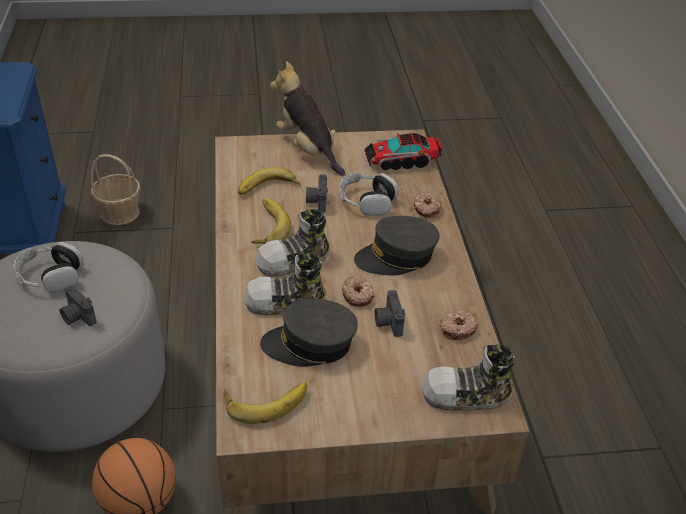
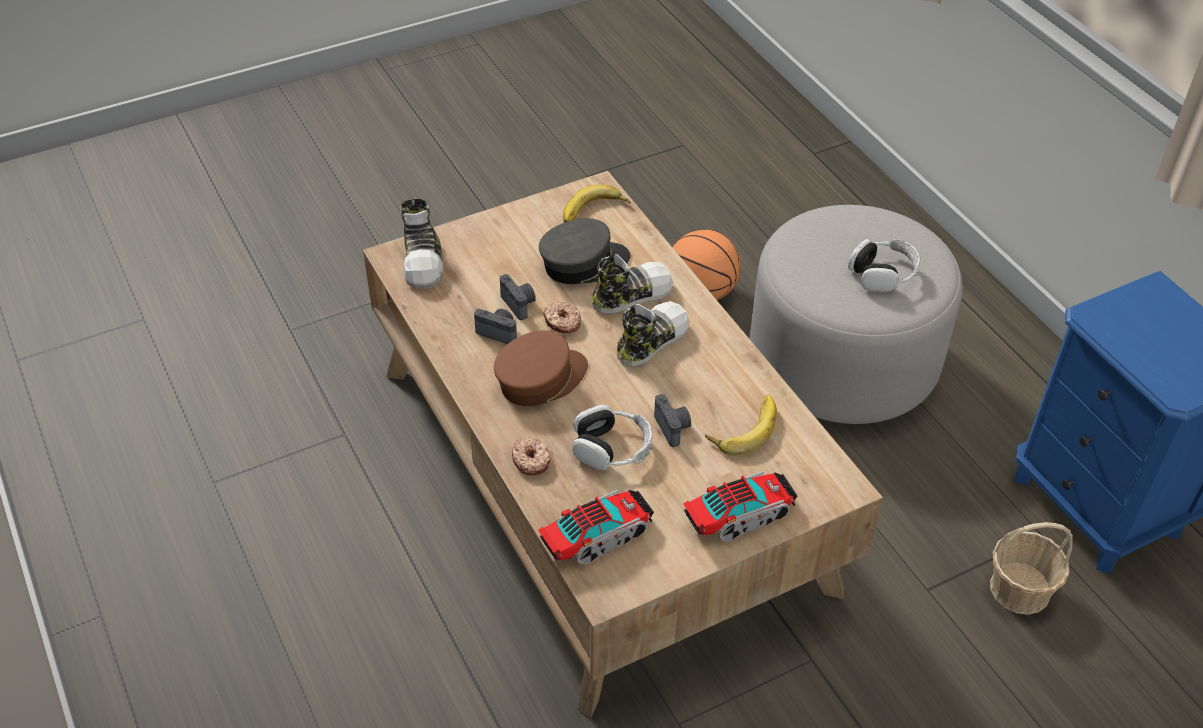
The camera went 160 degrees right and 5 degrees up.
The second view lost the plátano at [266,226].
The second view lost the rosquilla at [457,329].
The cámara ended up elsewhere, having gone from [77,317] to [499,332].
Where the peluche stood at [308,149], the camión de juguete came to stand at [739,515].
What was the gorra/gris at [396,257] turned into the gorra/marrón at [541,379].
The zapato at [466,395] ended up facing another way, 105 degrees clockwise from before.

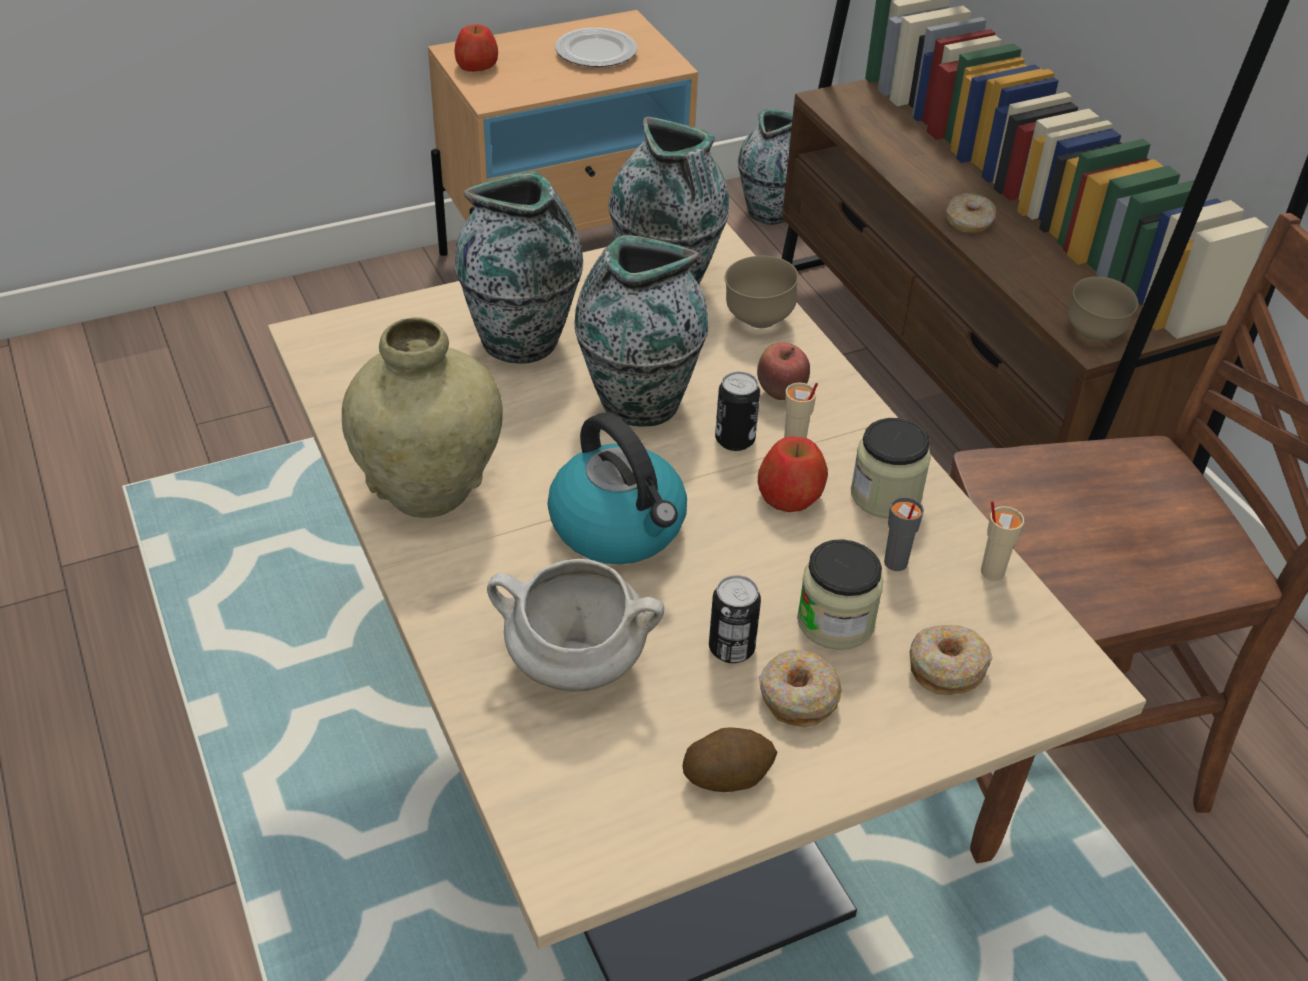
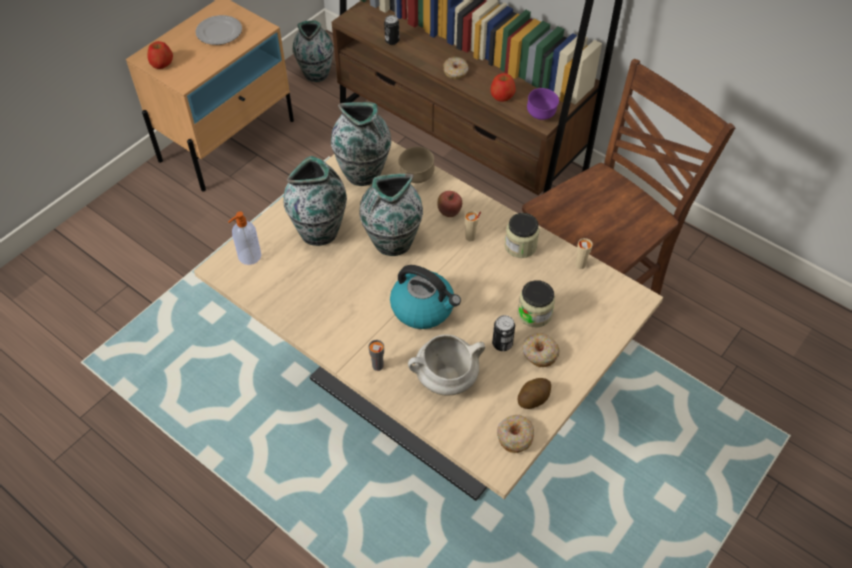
The camera went 25 degrees left and 10 degrees up.
The second view lost the florero/beis at [430,490].
The second view gained the dispensador de jabón at [249,256].
The lata ended up elsewhere, having gone from [735,440] to [392,41].
The manzana ended up elsewhere, having gone from [790,496] to [502,95].
The taza/gris ended up elsewhere, having gone from [895,563] to [377,366].
The rosquilla ended up elsewhere, having gone from [946,668] to [514,436].
What was the cuenco/marrón at [1093,335] turned into the cuenco/morado at [541,116].

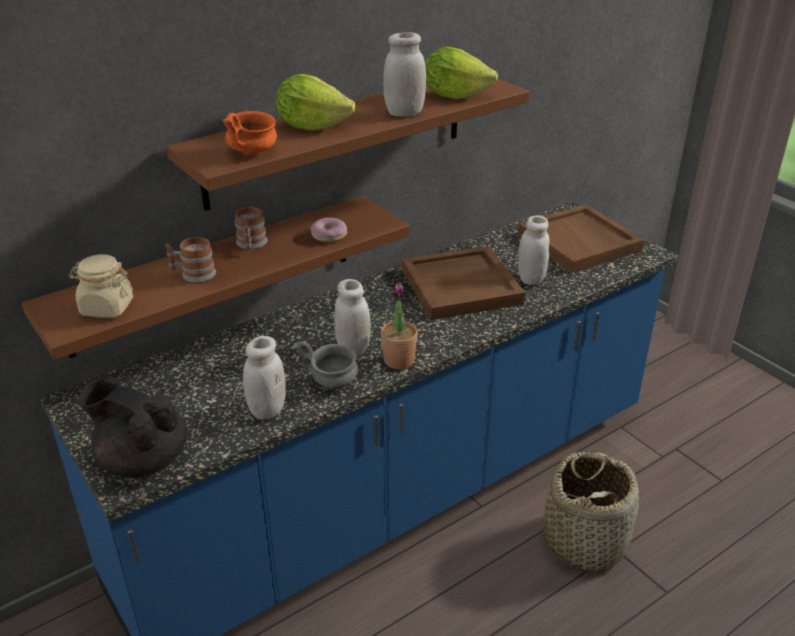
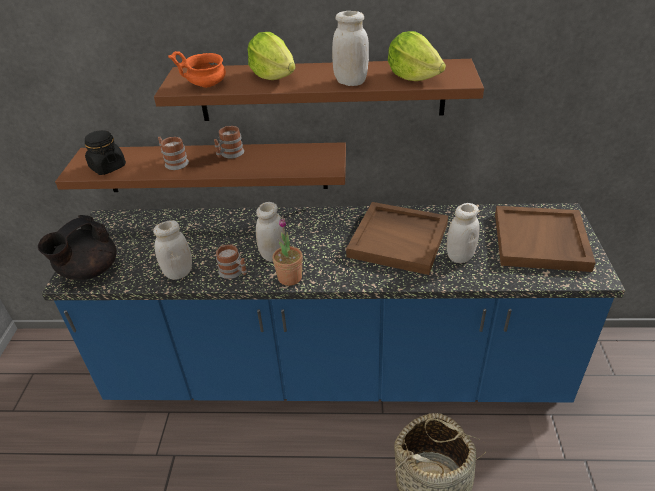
The camera went 40 degrees right and 5 degrees up.
The second view lost the rosquilla at [329,235].
Where the cuenco/gris stood at [332,381], the taza grande came to stand at [234,272].
What was the tarro/beis at [106,307] turned into the tarro/negro at [107,167].
The tetera/negro at [142,459] ended up facing another way, 120 degrees counterclockwise from before.

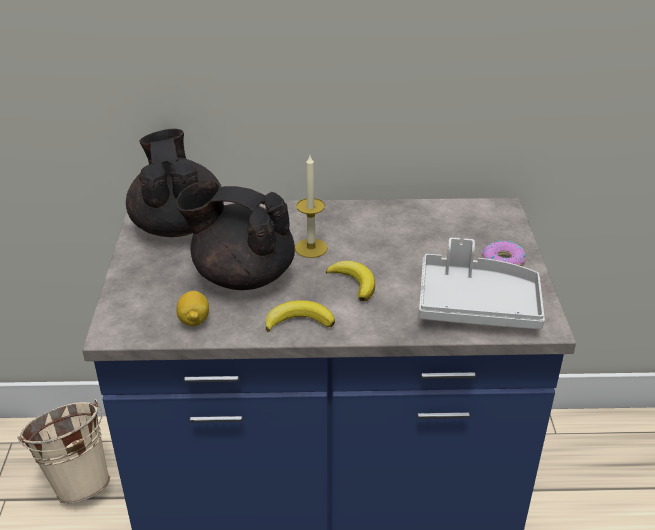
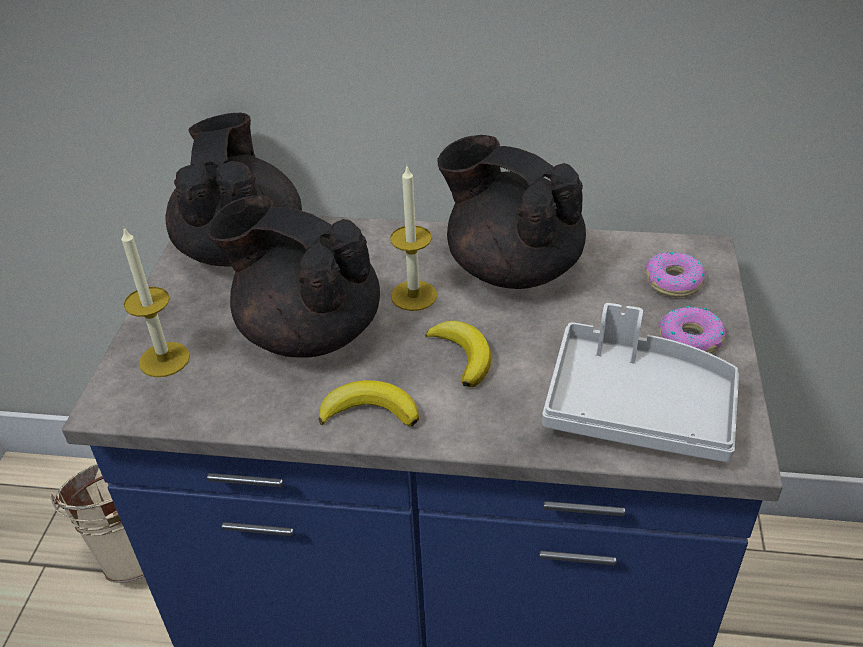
The camera went 10 degrees right and 5 degrees up.
The second view lost the limón at [194,320].
The second view gained the vela at [164,359].
The second view gained the tetera/negro at [511,267].
The second view gained the rosquilla at [673,281].

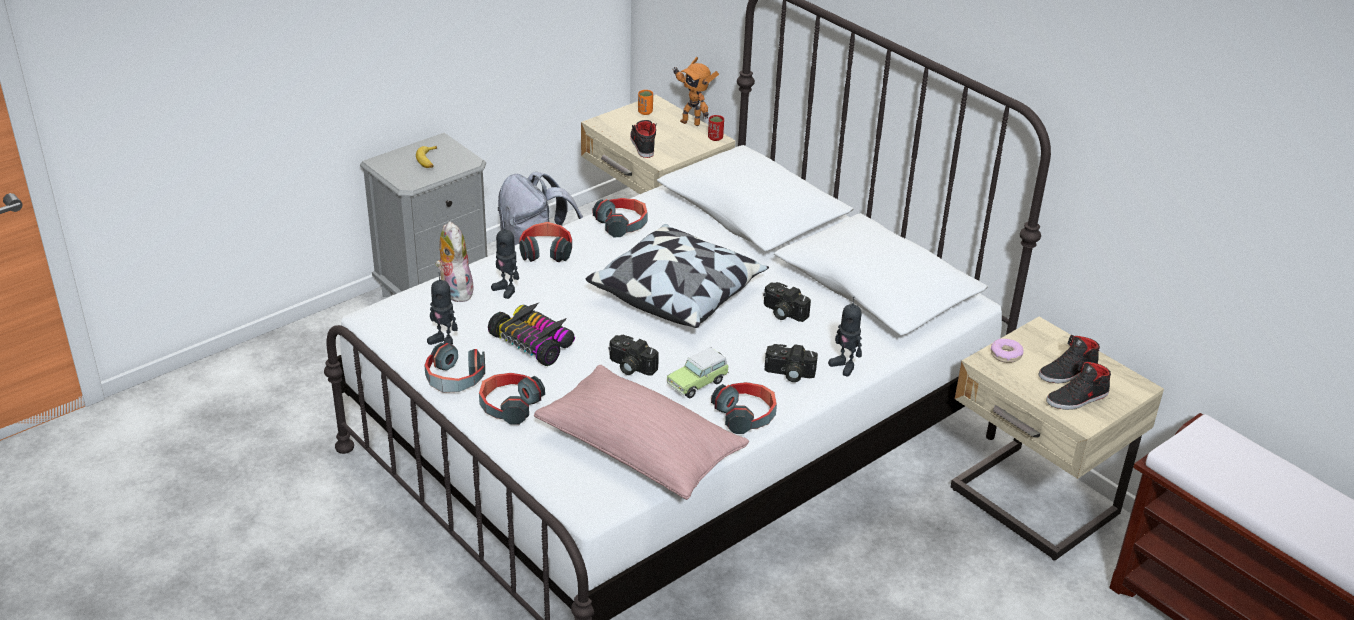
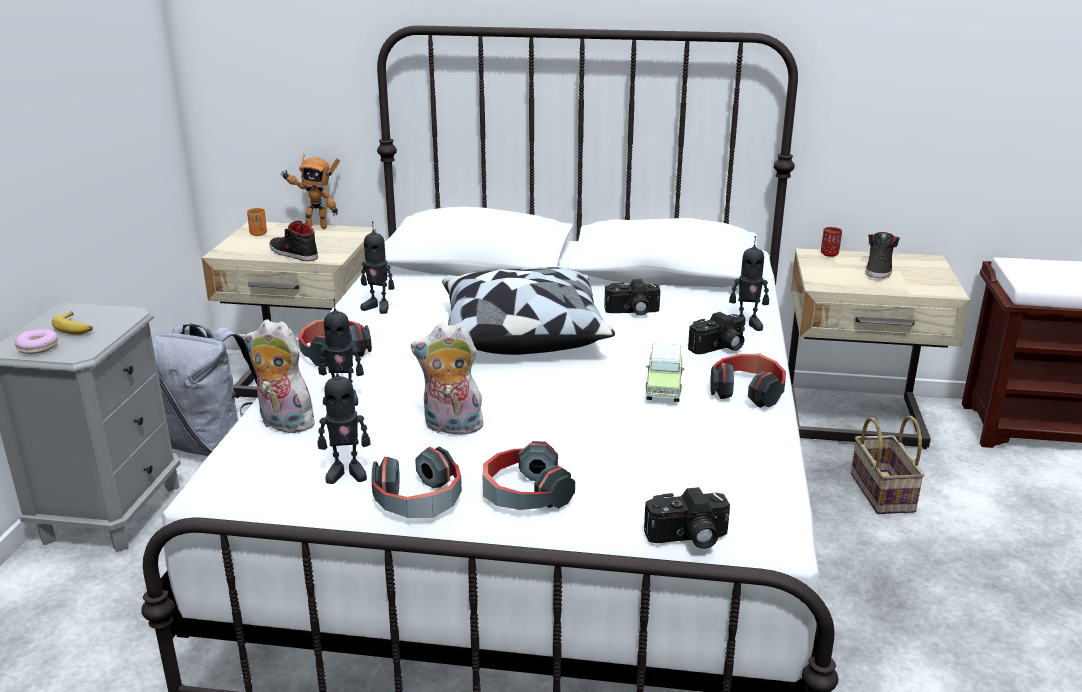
The camera went 40 degrees left and 10 degrees down.
The second view lost the cojín/rosa at [640,450].
The second view lost the zapato/negro at [1077,399].
The second view gained the cesta at [879,491].
The cámara ended up elsewhere, having gone from [630,367] to [688,538].
The taza/rojo ended up elsewhere, having gone from [715,138] to [829,254].
The rosquilla ended up elsewhere, having gone from [1006,355] to [38,347].
Where the coche de juguete stood at [534,342], the peluche came to stand at [451,427].
Where the auriculares stood at [622,225], the robot de juguete came to stand at [378,307].

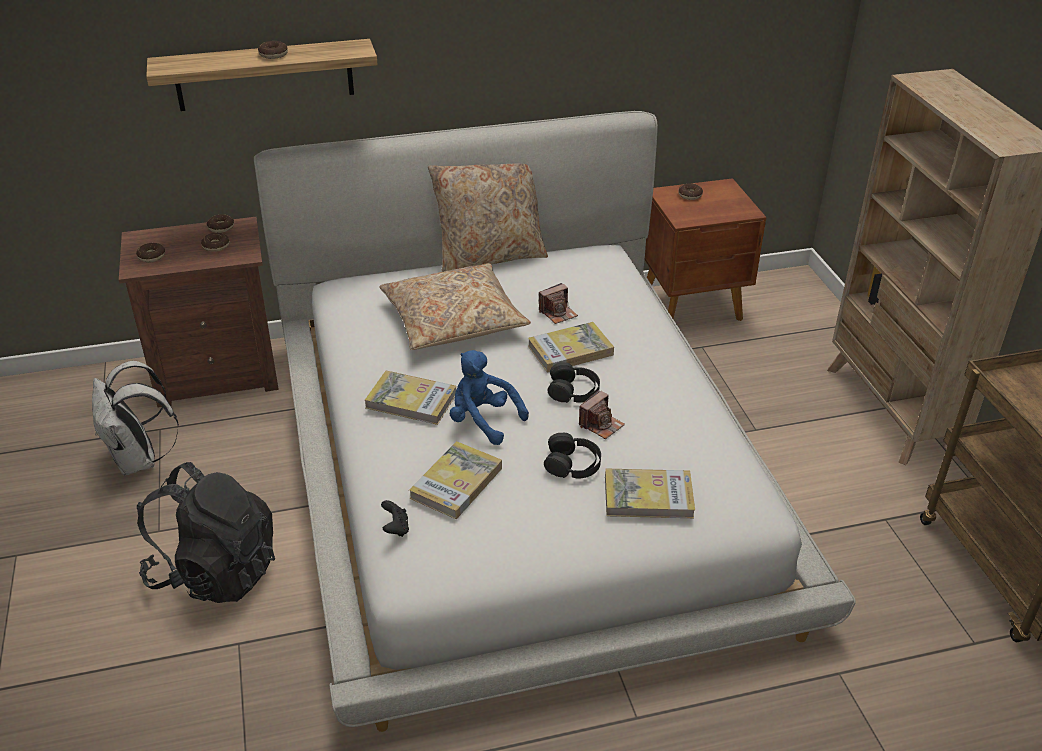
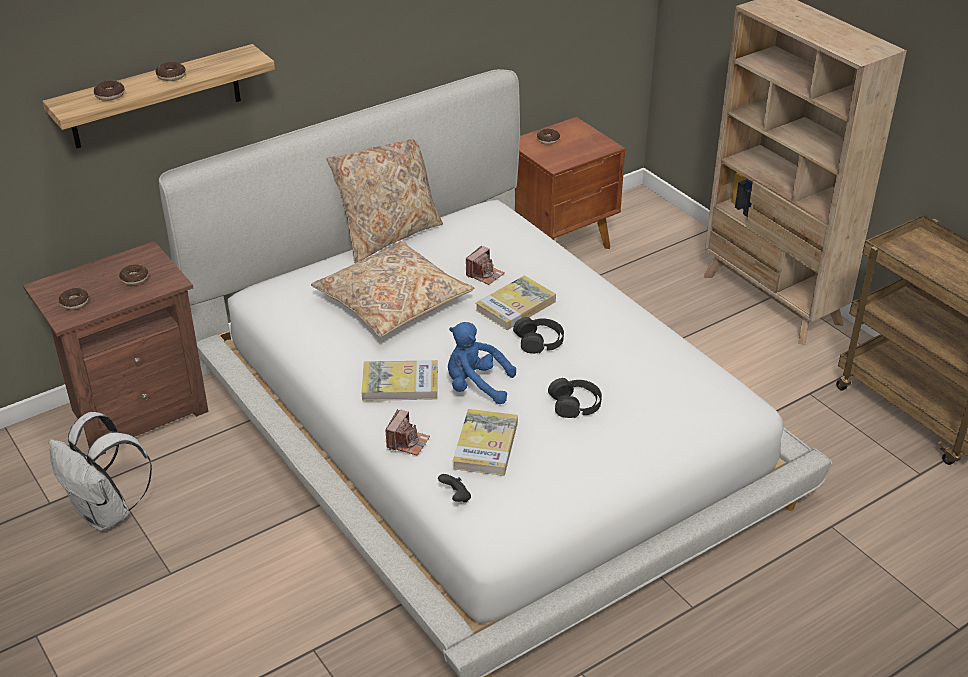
The camera went 20 degrees left and 0 degrees up.
The second view lost the mochila/negro at [215,572].
The second view lost the libro at [648,497].
The rosquilla ended up elsewhere, having gone from [221,227] to [110,95].
The cámara ended up elsewhere, having gone from [601,425] to [407,442].

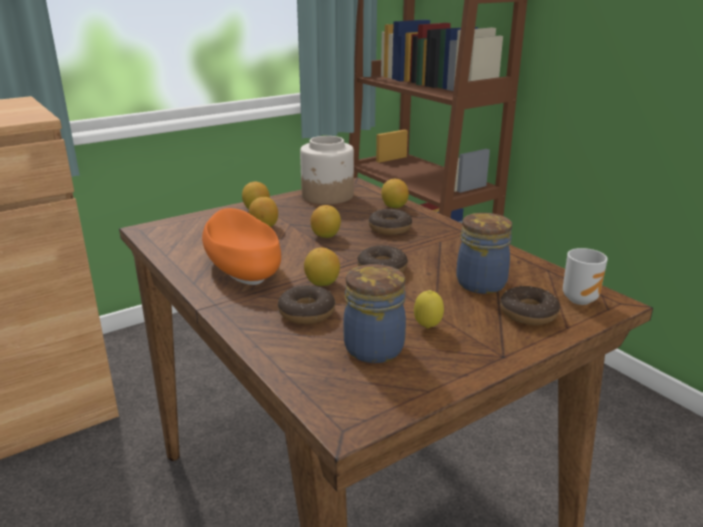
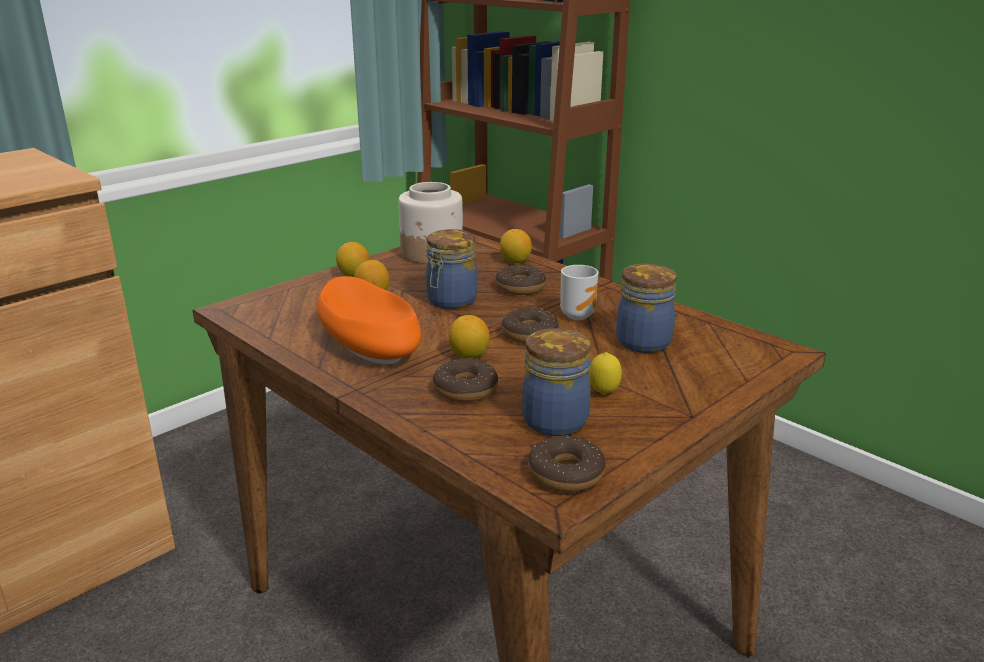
The camera went 10 degrees left and 0 degrees up.
The rosquilla ended up elsewhere, having gone from [528,313] to [566,474].
The taza grande ended up elsewhere, having gone from [580,298] to [578,315].
Where the limón stood at [326,236], the tarro came to stand at [450,301].

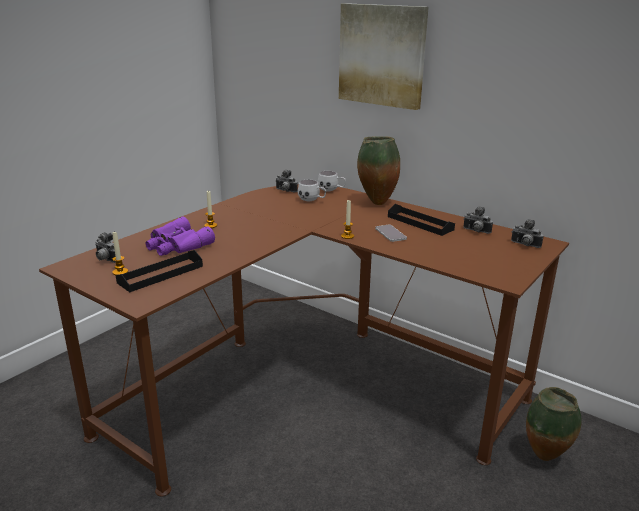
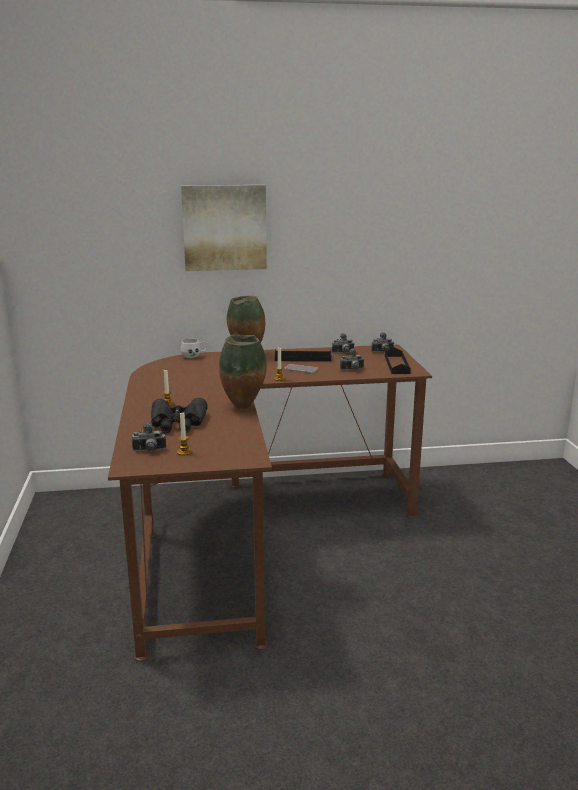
The camera went 45 degrees left and 5 degrees down.
The second view lost the taza grande/blanco at [312,200].
The bandeja/negro ended up elsewhere, having gone from [161,274] to [397,364].
The cámara ended up elsewhere, having gone from [285,191] to [352,370].
The florero ended up elsewhere, having gone from [545,458] to [244,407].
What was the prismáticos/morado at [176,245] turned into the prismáticos/negro at [178,423].

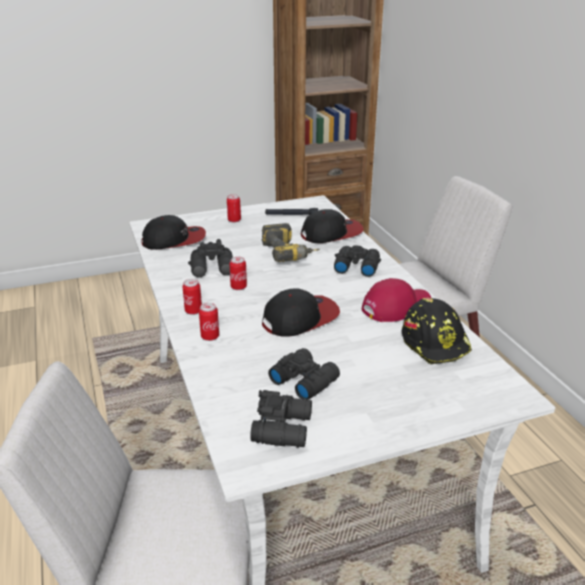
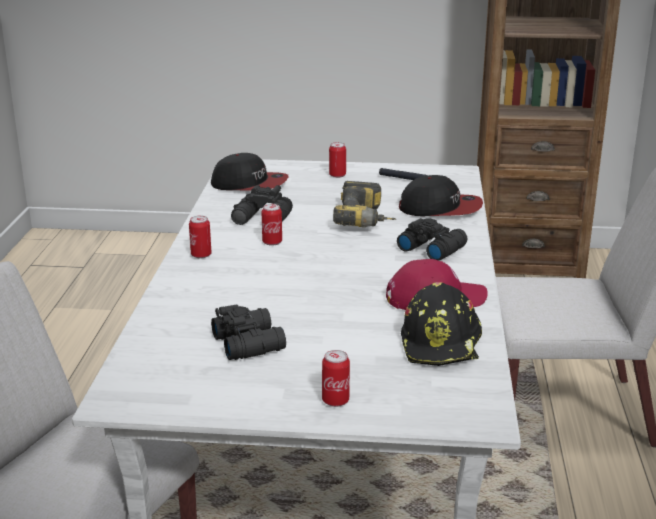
The camera went 25 degrees right and 5 degrees down.
The second view lost the prismáticos/negro at [284,428].
The second view lost the gorra at [300,318].
The lata ended up elsewhere, having gone from [210,337] to [335,401].

